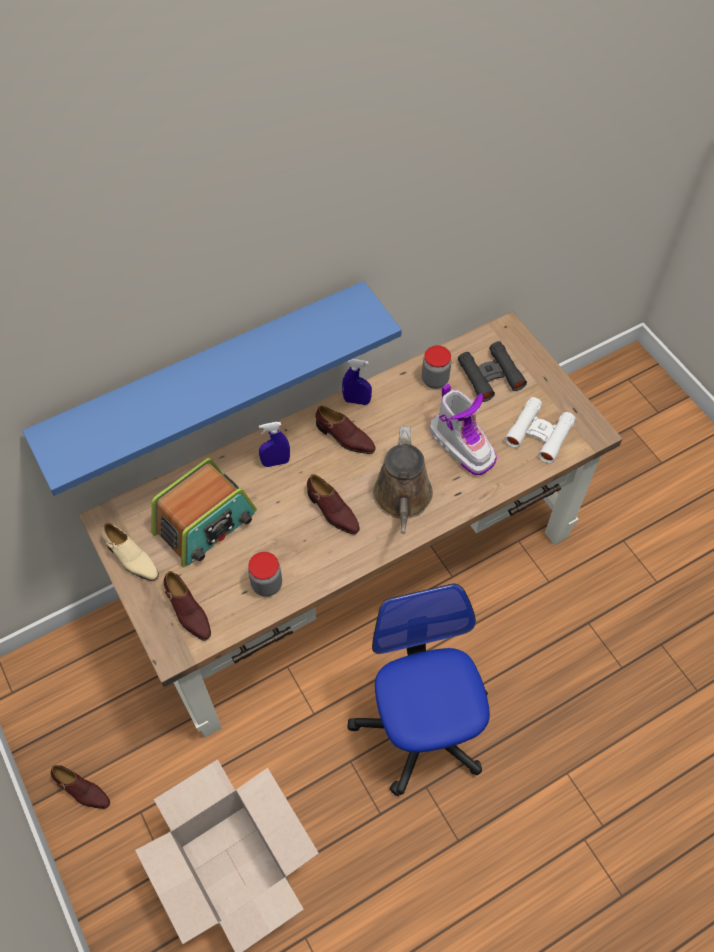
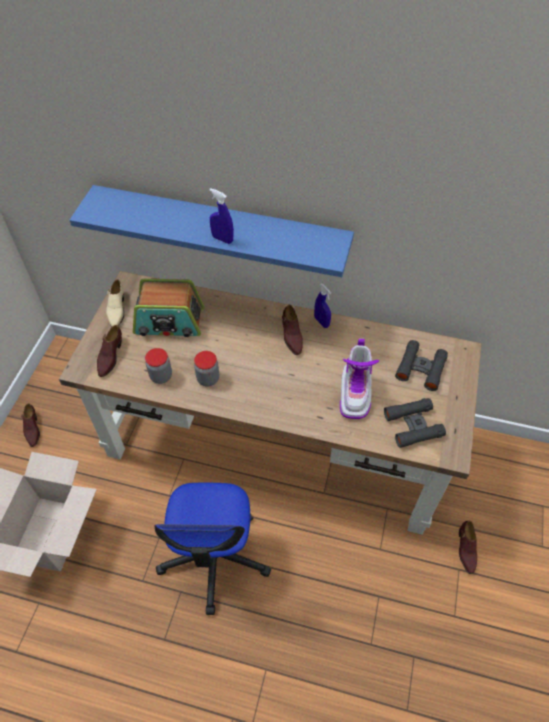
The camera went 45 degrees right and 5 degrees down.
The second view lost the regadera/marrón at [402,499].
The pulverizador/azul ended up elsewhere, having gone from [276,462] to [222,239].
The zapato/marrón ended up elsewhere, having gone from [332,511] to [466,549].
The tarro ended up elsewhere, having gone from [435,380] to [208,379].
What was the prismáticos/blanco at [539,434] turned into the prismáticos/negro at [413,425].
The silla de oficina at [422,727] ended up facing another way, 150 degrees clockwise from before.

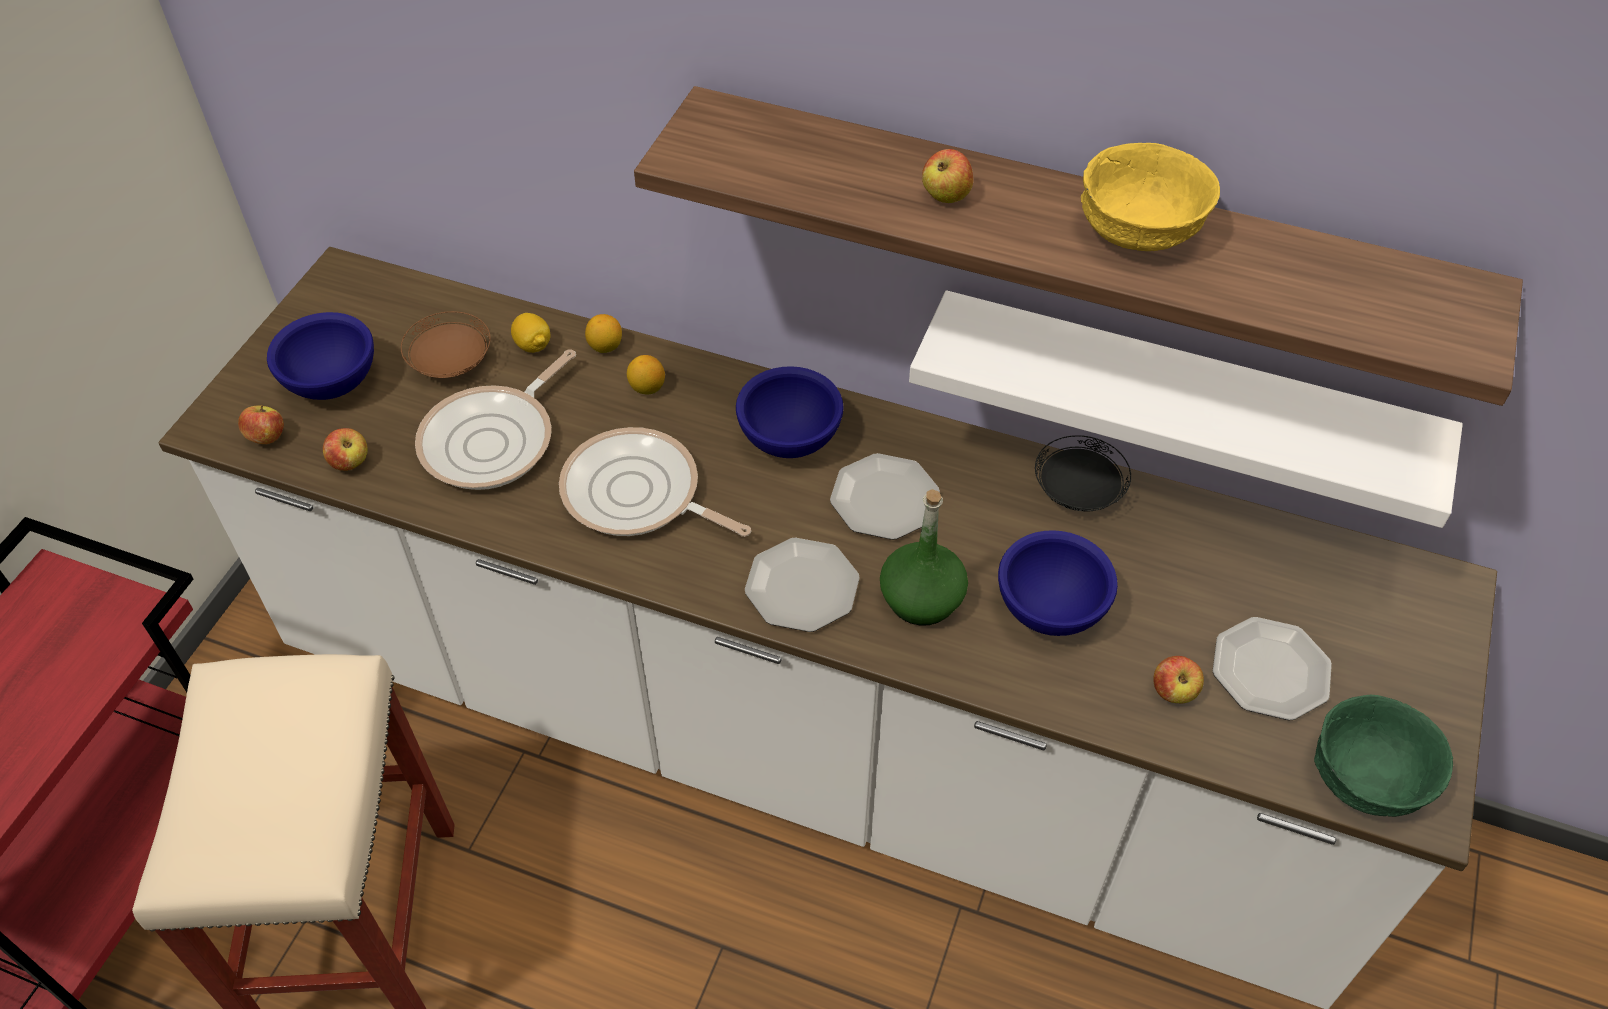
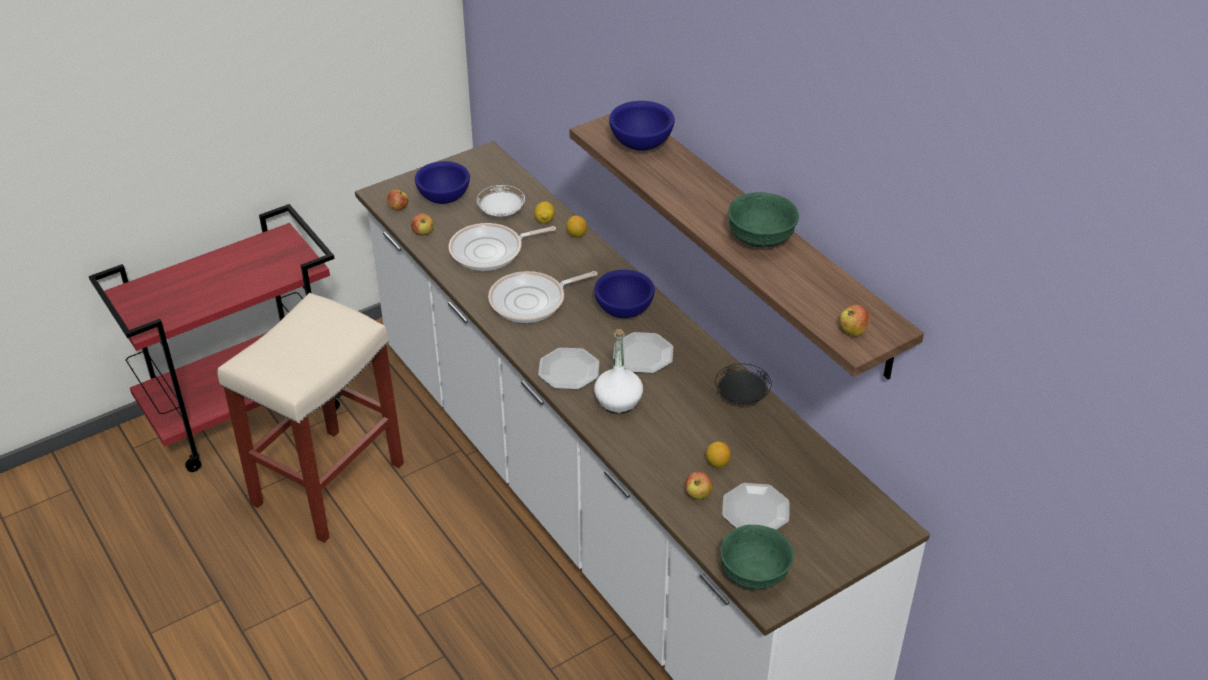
The camera went 35 degrees right and 10 degrees down.
The second view lost the estante/blanco at [1180,399].
The limón ended up elsewhere, having gone from [647,388] to [717,463].
The manzana ended up elsewhere, having gone from [946,196] to [852,331].
The cuenco/azul ended up elsewhere, having gone from [1048,609] to [640,144].
What was the plato/marrón at [451,362] turned into the plato/blanco at [501,212].
What was the botella/verde at [922,599] turned into the botella/blanco at [618,401].
What was the cuenco/amarillo at [1137,233] turned into the cuenco/verde at [759,239].
The sartén at [637,495] ended up facing another way, 90 degrees counterclockwise from before.

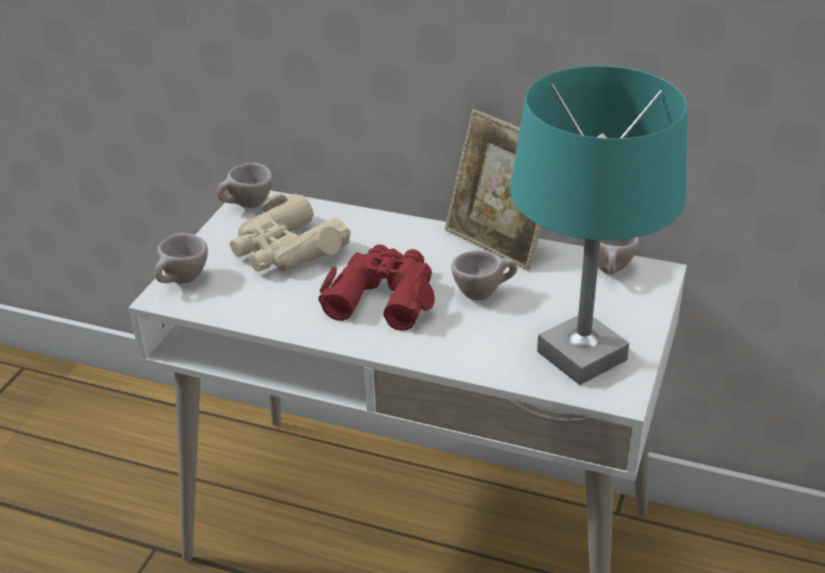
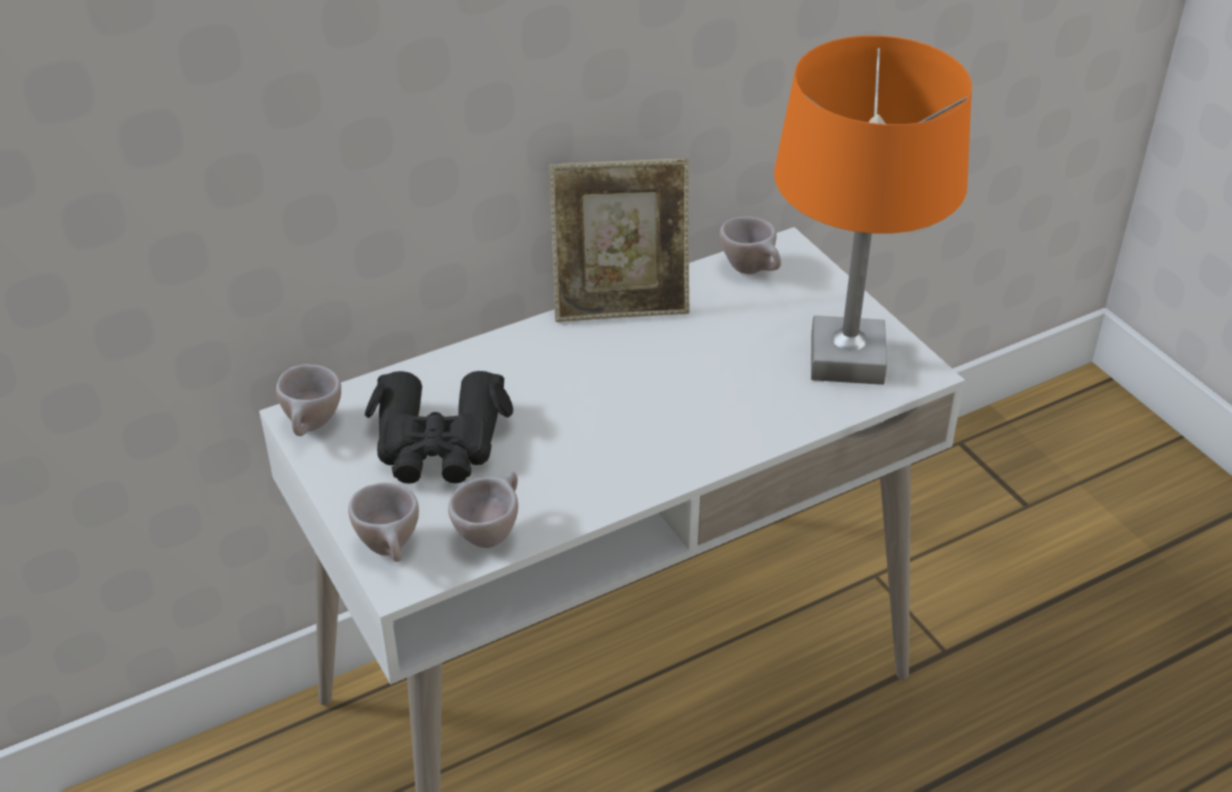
The camera went 50 degrees left and 5 degrees up.
The second view lost the prismáticos/rojo at [382,296].
The taza/beis ended up elsewhere, having gone from [483,293] to [491,531].
What was the prismáticos/beis at [287,249] turned into the prismáticos/negro at [438,442].
What was the lámpara de mesa/turquesa at [581,356] turned into the lámpara de mesa/naranja at [847,360].

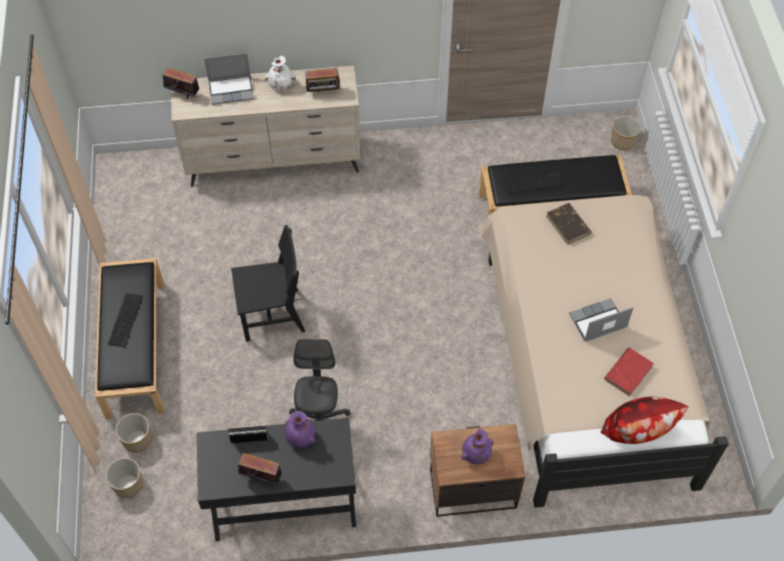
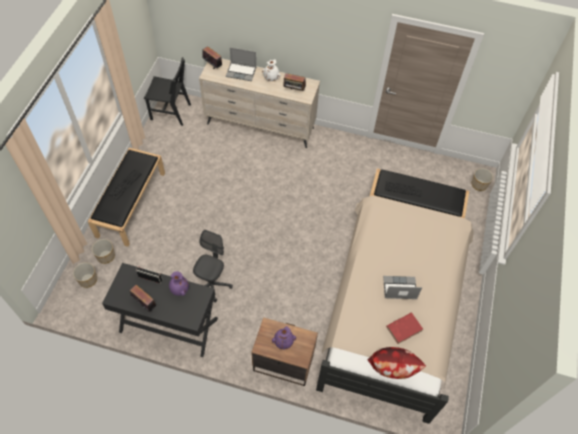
The camera went 20 degrees right and 0 degrees up.
The second view lost the libro/marrón at [568,225].
The silla/negro ended up elsewhere, having gone from [272,315] to [170,112].

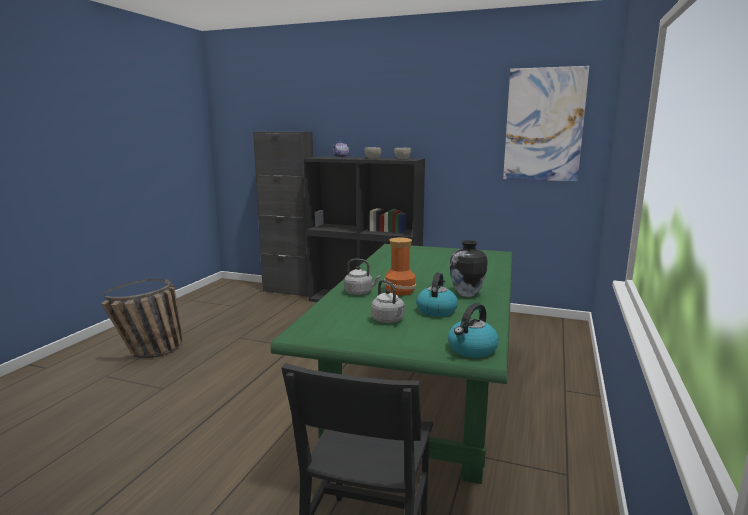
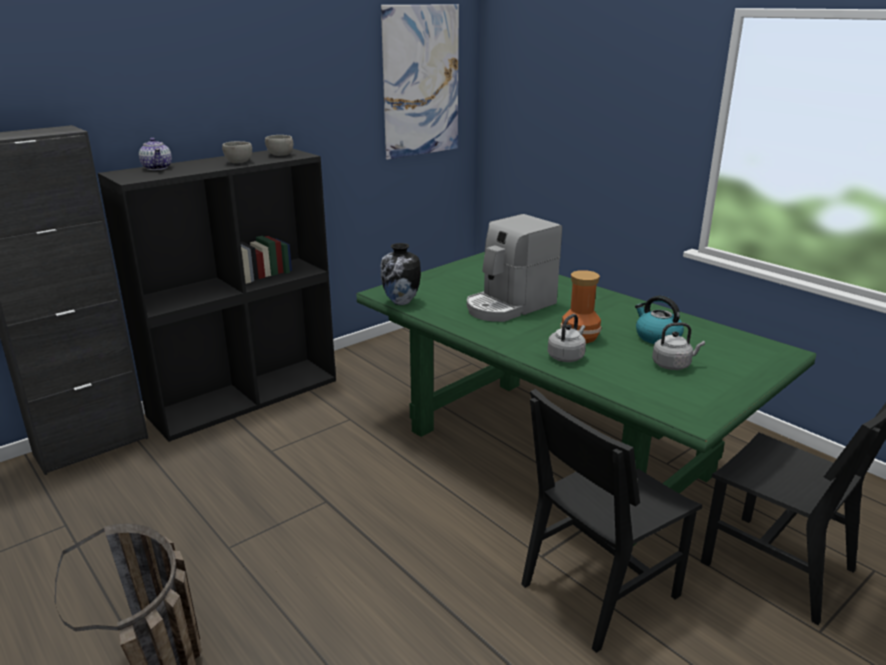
The camera went 60 degrees left and 10 degrees up.
The second view lost the hervidor at [472,349].
The second view gained the cafetera at [509,306].
The second view gained the silla/negro at [599,590].
The florero ended up elsewhere, having gone from [466,294] to [401,302].

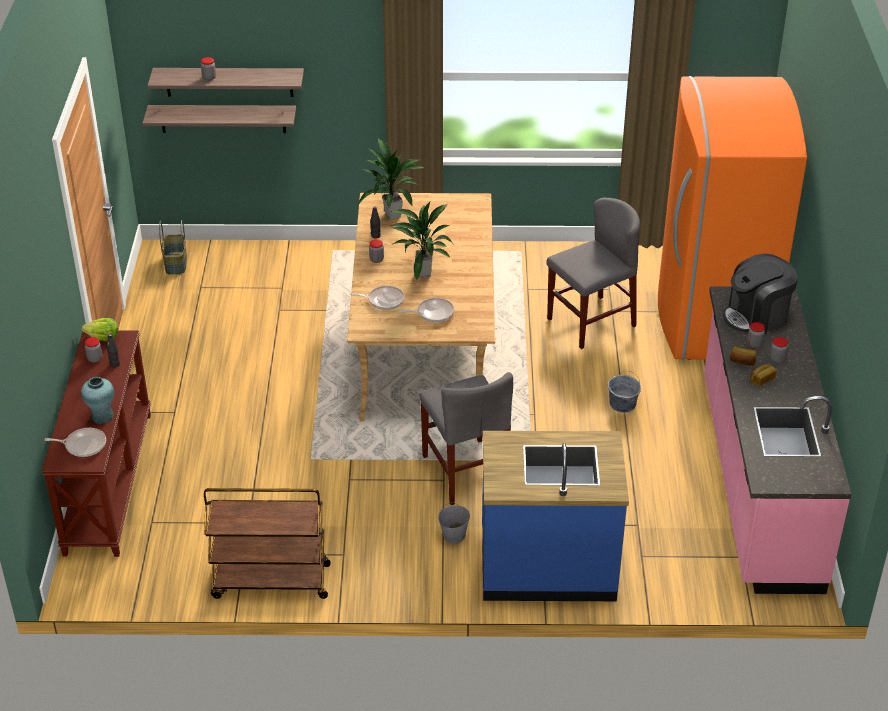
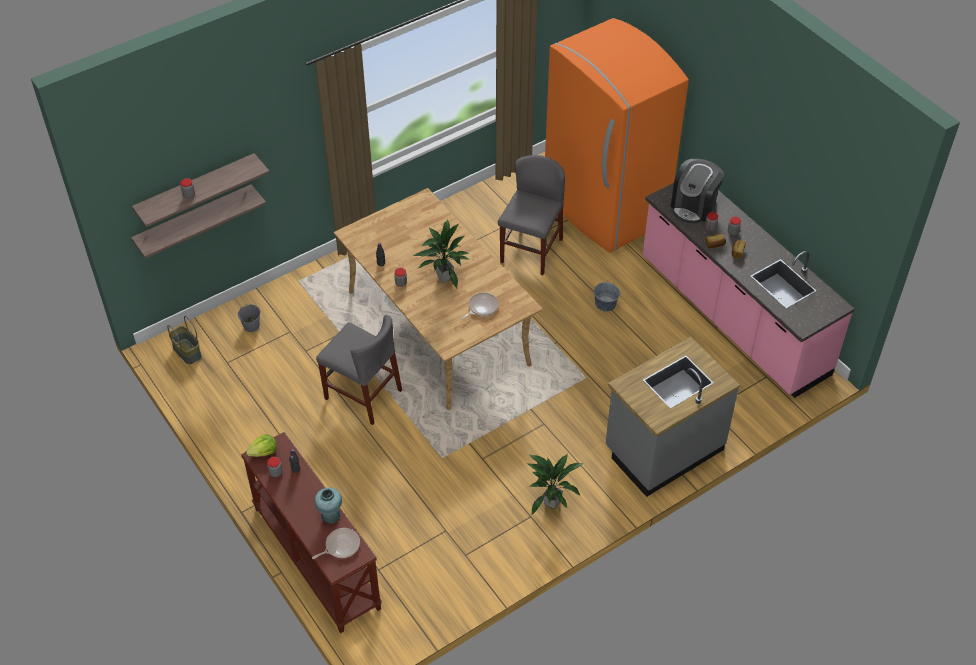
The camera went 35 degrees left and 10 degrees up.
The second view lost the carrito/marrón at [270,581].
The second view lost the sartén at [384,300].
The planta en maceta ended up elsewhere, having gone from [393,215] to [551,502].
The silla/gris ended up elsewhere, having gone from [466,471] to [363,394].
The cubo/gris ended up elsewhere, having gone from [454,535] to [251,326].
What was the mueble bajo de cocina/azul at [547,566] turned into the mueble bajo de cocina/gris at [663,449].

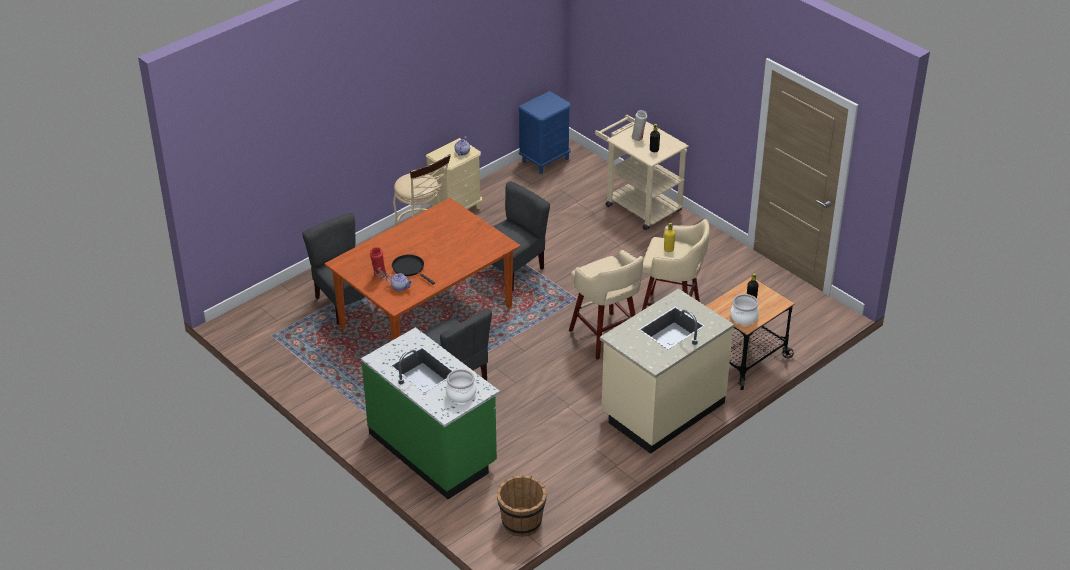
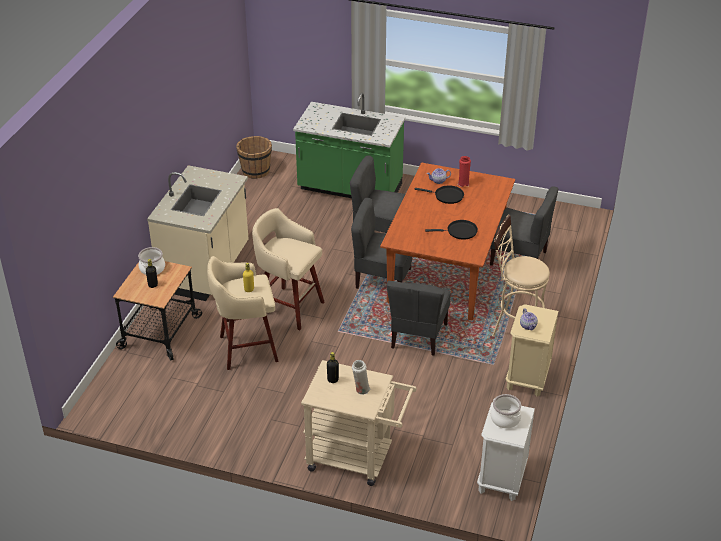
The camera went 150 degrees right and 0 degrees up.
The second view gained the silla/gris at [382,279].
The second view gained the sartén/negro at [459,232].
The olla ended up elsewhere, having gone from [461,394] to [505,419].
What was the mesita de noche/azul at [545,159] turned into the mesita de noche/blanco at [502,479].

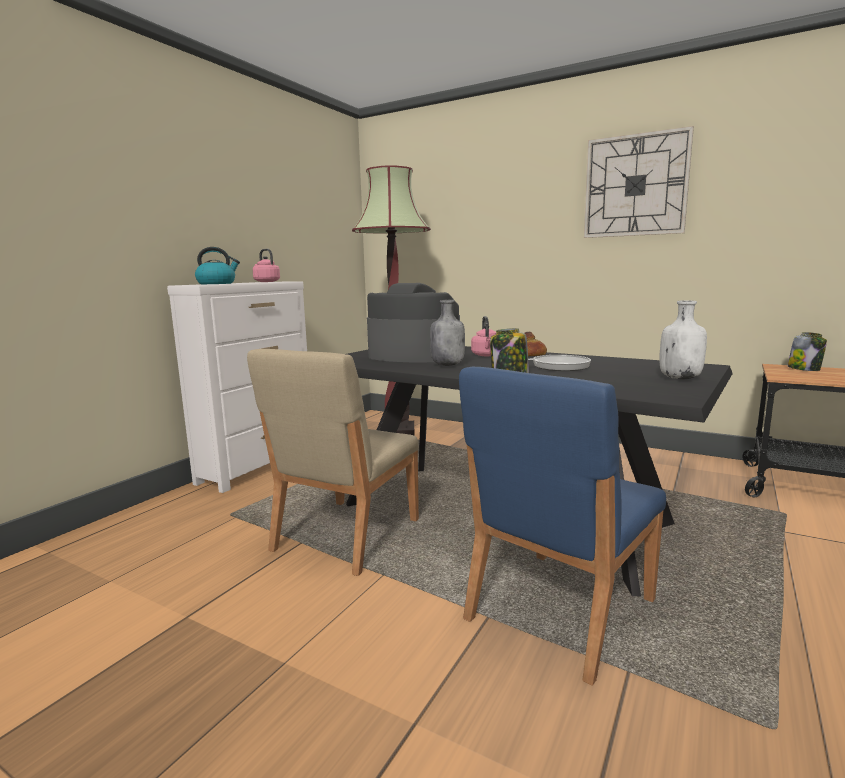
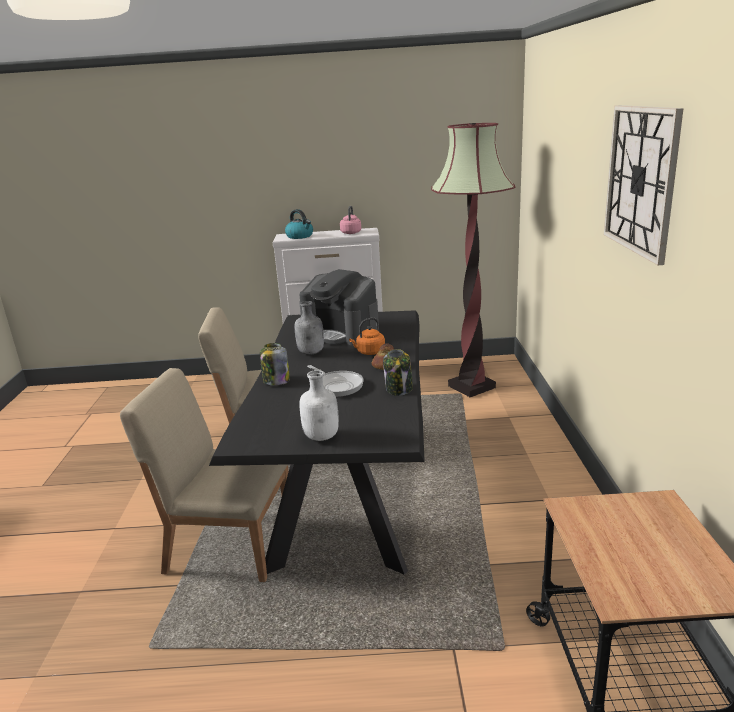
The camera went 60 degrees right and 10 degrees up.
The tarro ended up elsewhere, having gone from [804,369] to [399,389].
What was the silla/azul at [558,610] turned into the silla/beis at [229,545].
What was the hervidor/rosa at [486,355] turned into the hervidor/naranja at [369,352].
The cafetera at [413,356] ended up facing another way, 135 degrees clockwise from before.

